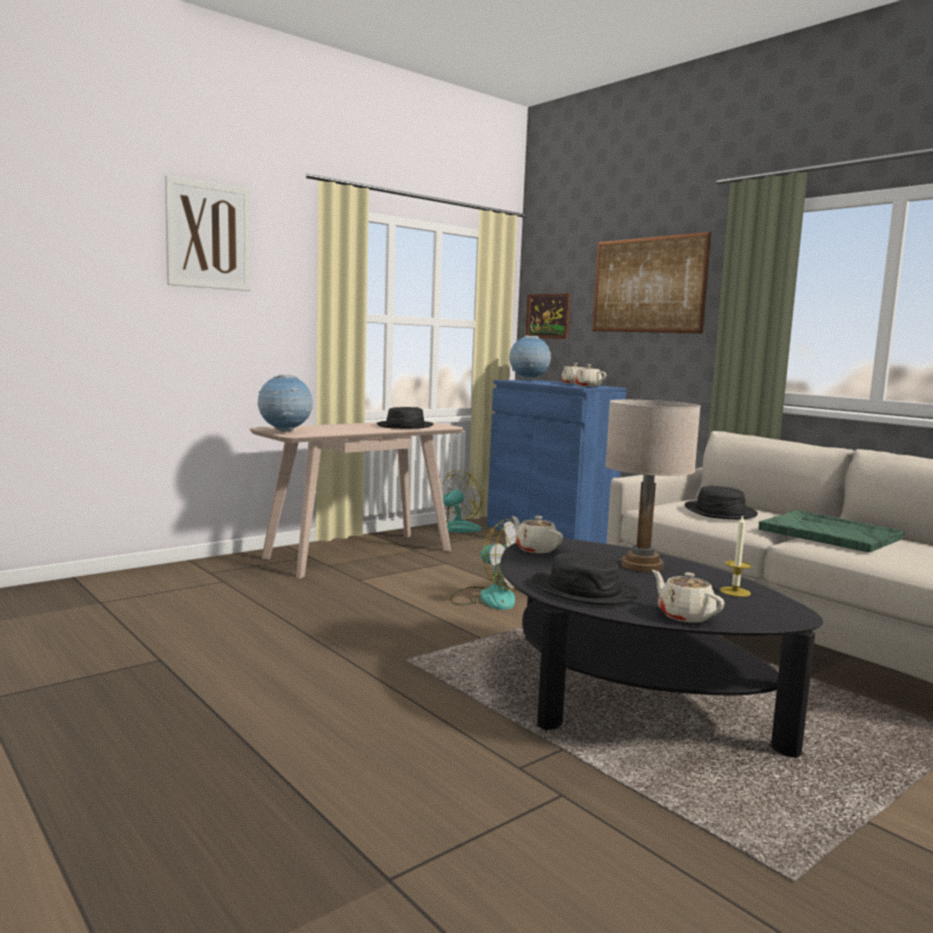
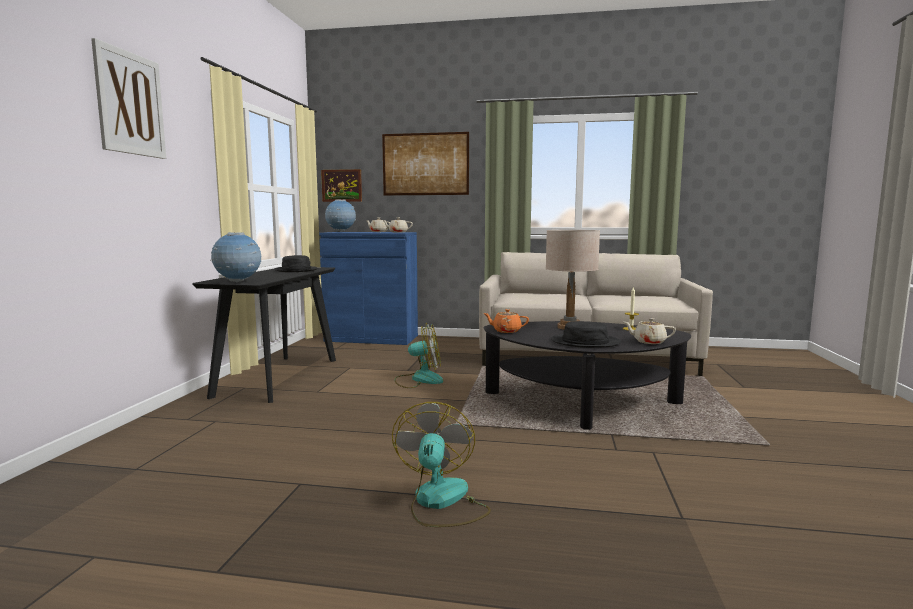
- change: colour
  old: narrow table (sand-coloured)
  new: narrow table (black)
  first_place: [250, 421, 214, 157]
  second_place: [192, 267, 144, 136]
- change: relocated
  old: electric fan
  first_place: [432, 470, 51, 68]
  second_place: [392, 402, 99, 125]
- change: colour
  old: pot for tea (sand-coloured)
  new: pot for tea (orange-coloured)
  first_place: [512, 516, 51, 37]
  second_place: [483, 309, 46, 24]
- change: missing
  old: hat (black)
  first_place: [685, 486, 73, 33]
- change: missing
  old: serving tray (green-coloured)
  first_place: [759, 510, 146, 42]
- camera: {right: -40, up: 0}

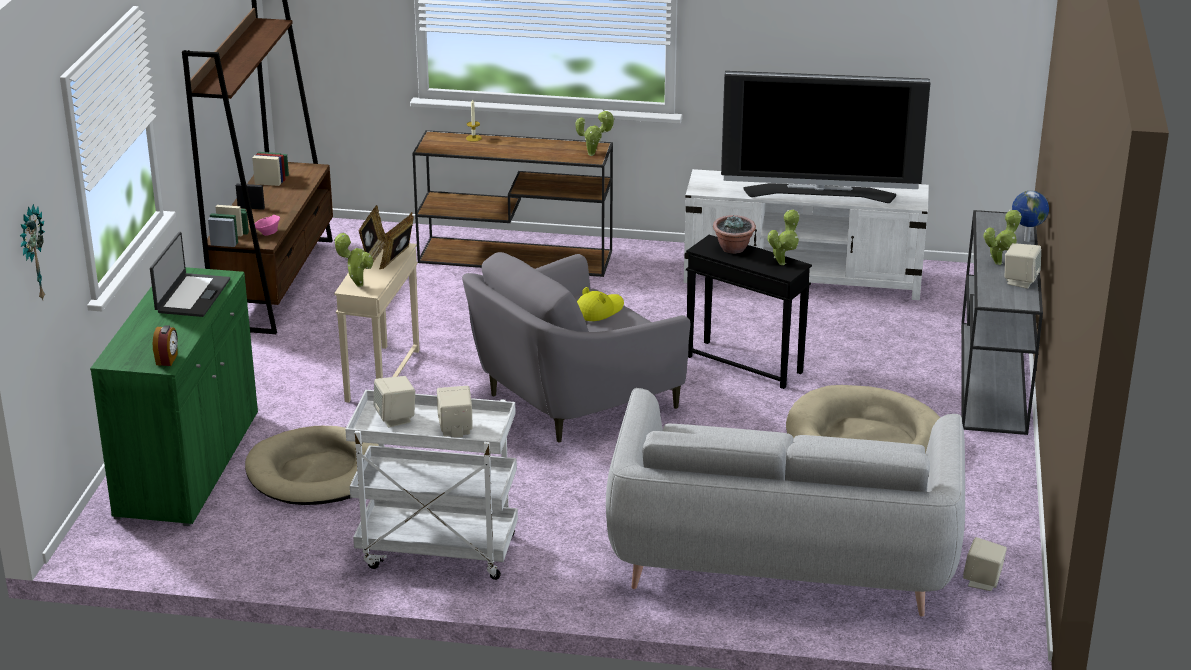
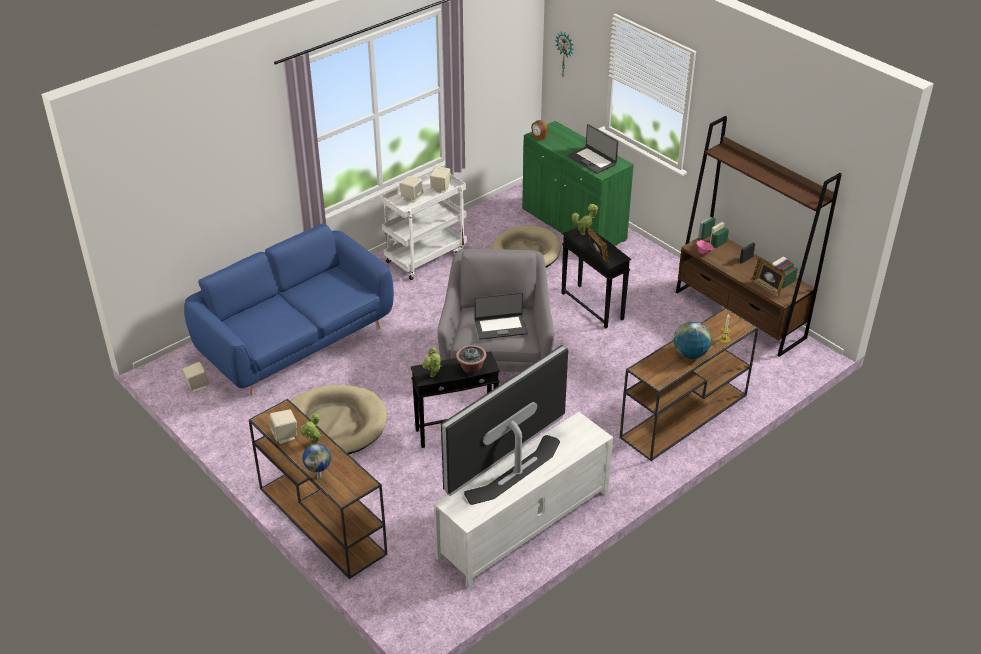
- change: colour
  old: settee (grey)
  new: settee (bluish)
  first_place: [606, 388, 359, 229]
  second_place: [184, 224, 210, 172]
- change: colour
  old: narrow table (grey)
  new: narrow table (brown-coloured)
  first_place: [961, 210, 82, 225]
  second_place: [249, 399, 138, 180]
- change: exchanged
  old: hat (yellow)
  new: notebook computer
  first_place: [577, 287, 47, 34]
  second_place: [474, 292, 54, 48]
- change: colour
  old: end table (sand-coloured)
  new: end table (black)
  first_place: [334, 243, 85, 160]
  second_place: [562, 227, 69, 101]
- change: appeared
  new: globe
  second_place: [673, 321, 38, 38]
- change: relocated
  old: picture frame
  first_place: [359, 205, 26, 58]
  second_place: [752, 258, 33, 40]
- change: missing
  old: houseplant
  first_place: [576, 109, 39, 47]
- camera: {right: 130, up: 10}

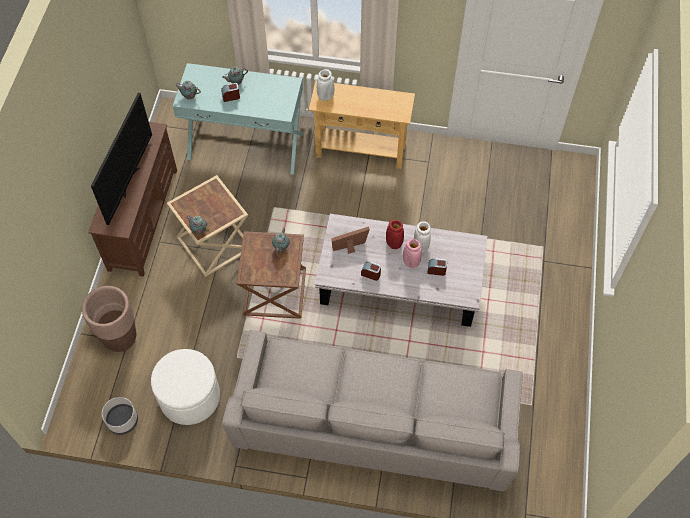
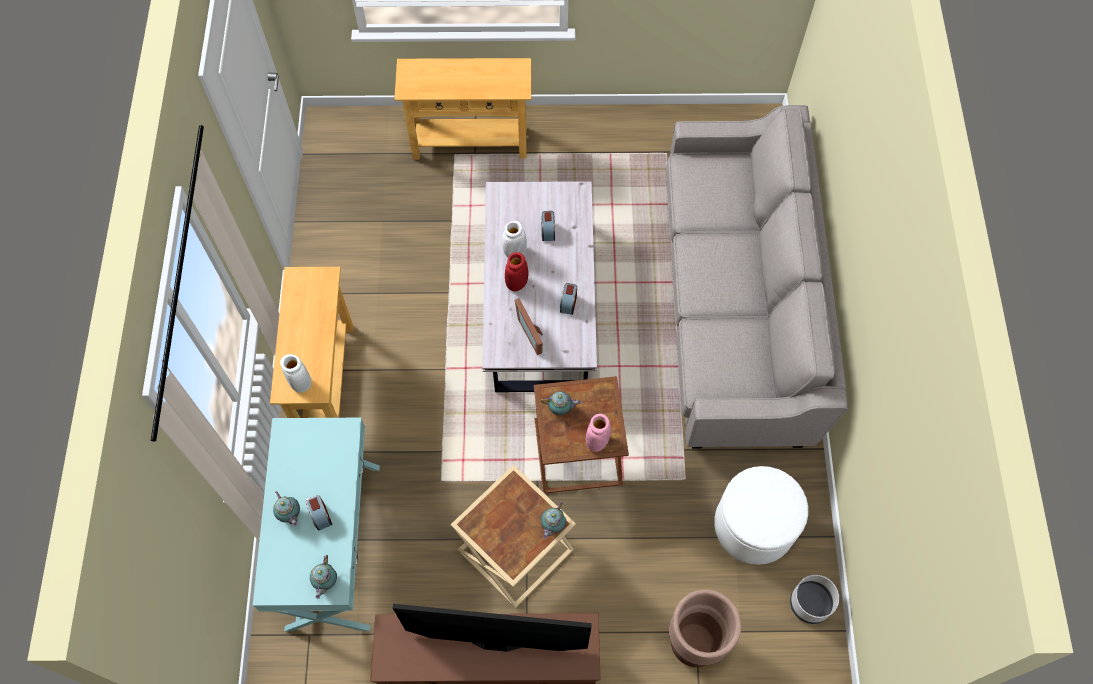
- change: appeared
  new: narrow table (sand-coloured)
  second_place: [394, 58, 137, 102]
- change: relocated
  old: decorative vase (pink)
  first_place: [403, 239, 19, 29]
  second_place: [586, 414, 25, 38]
- camera: {right: -100, up: 5}

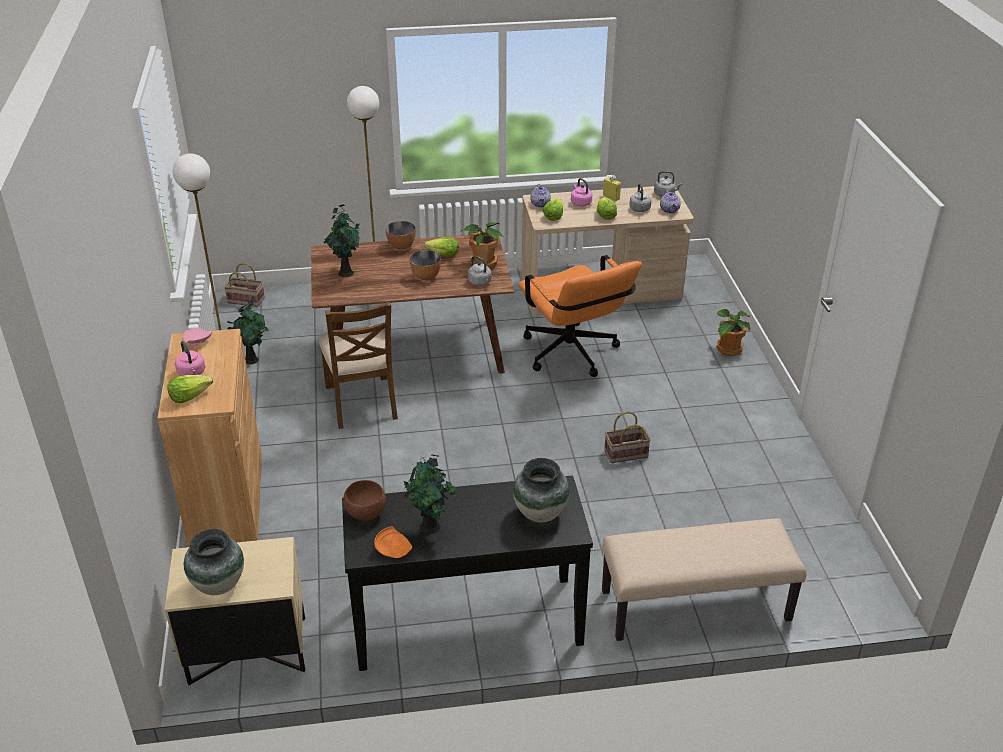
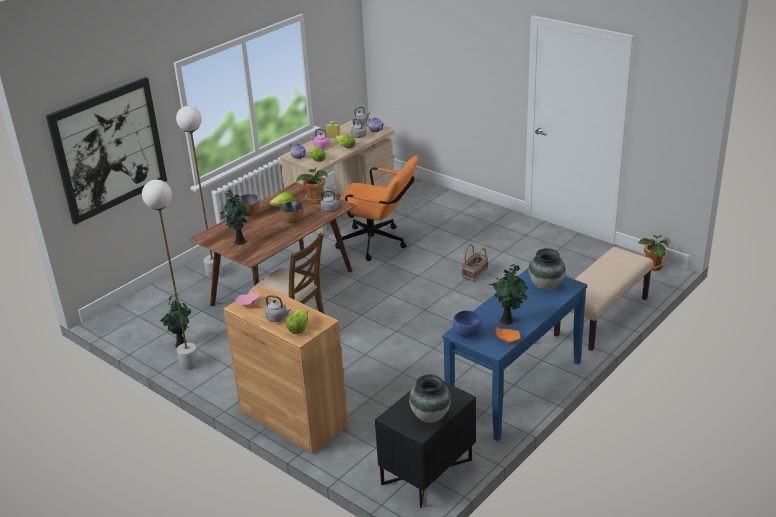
- change: appeared
  new: wall picture
  second_place: [46, 77, 121, 148]
- change: colour
  old: tea kettle (pink)
  new: tea kettle (grey)
  first_place: [175, 341, 30, 35]
  second_place: [265, 295, 26, 27]
- change: colour
  old: bedside table (sand-coloured)
  new: bedside table (black)
  first_place: [165, 537, 140, 148]
  second_place: [375, 381, 101, 127]
- change: colour
  old: narrow table (black)
  new: narrow table (bluish)
  first_place: [342, 475, 251, 196]
  second_place: [442, 268, 145, 173]
- change: colour
  old: deep dish (brown-coloured)
  new: deep dish (bluish)
  first_place: [343, 480, 43, 41]
  second_place: [453, 310, 29, 27]
- change: relocated
  old: houseplant
  first_place: [716, 309, 34, 48]
  second_place: [638, 235, 30, 36]
- change: missing
  old: household basket
  first_place: [224, 263, 41, 44]
- camera: {right: -40, up: -5}

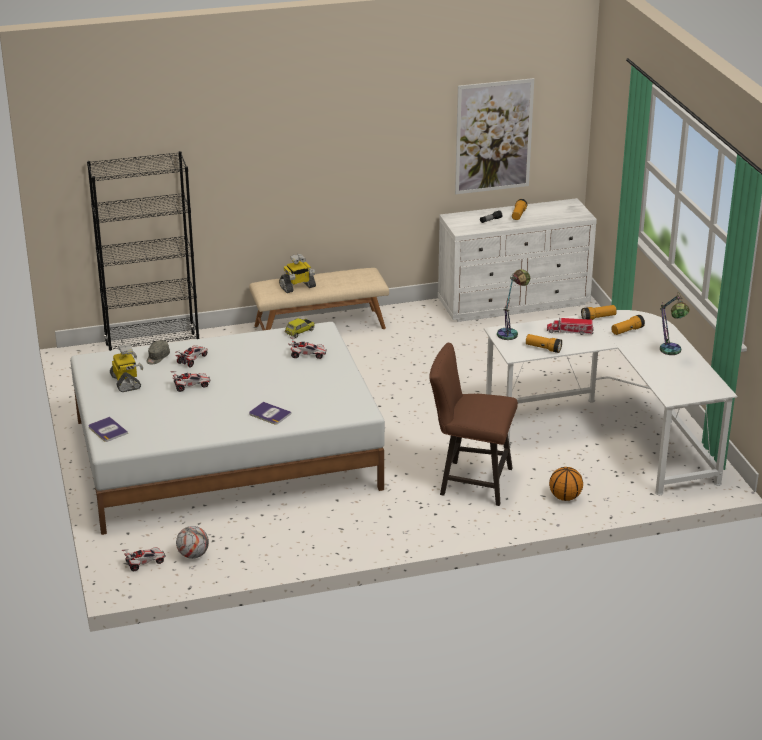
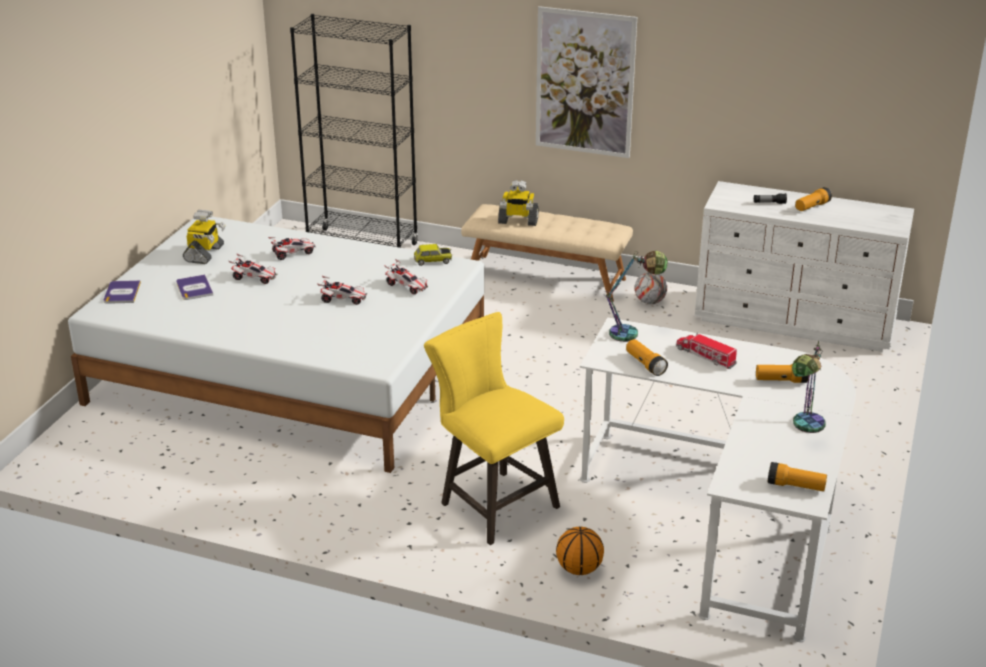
- change: relocated
  old: book
  first_place: [249, 402, 43, 23]
  second_place: [176, 274, 37, 26]
- change: relocated
  old: model car
  first_place: [122, 547, 44, 25]
  second_place: [318, 276, 49, 29]
- change: colour
  old: sitting stool (brown-coloured)
  new: sitting stool (yellow)
  first_place: [429, 343, 89, 163]
  second_place: [424, 312, 140, 233]
- change: relocated
  old: wall picture
  first_place: [455, 78, 79, 116]
  second_place: [536, 6, 101, 152]
- change: relocated
  old: football ball
  first_place: [176, 526, 33, 33]
  second_place: [635, 272, 32, 32]
- change: relocated
  old: flashlight
  first_place: [581, 305, 36, 15]
  second_place: [768, 462, 59, 29]
- change: missing
  old: cap (grey)
  first_place: [146, 340, 24, 24]
- camera: {right: 35, up: 0}

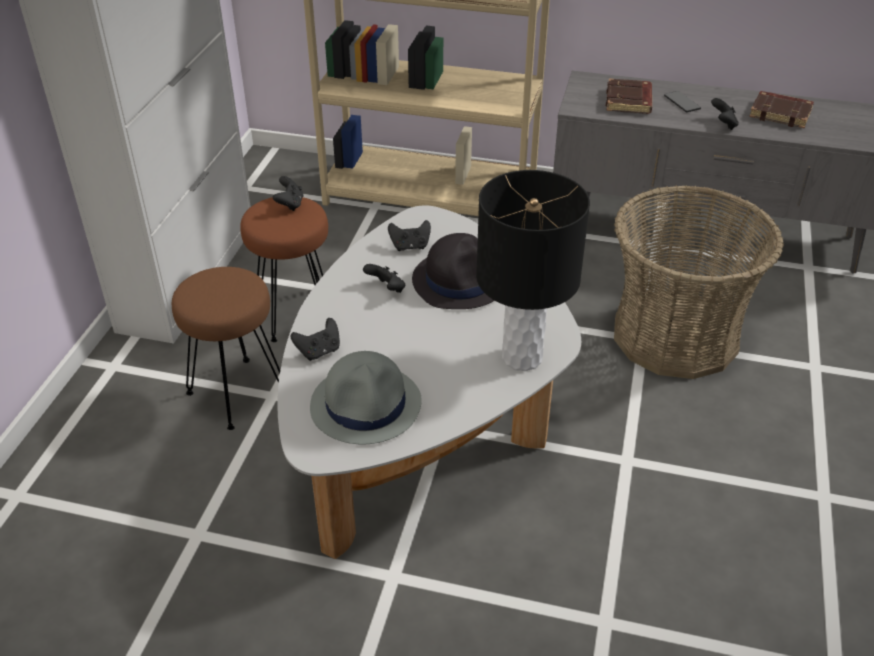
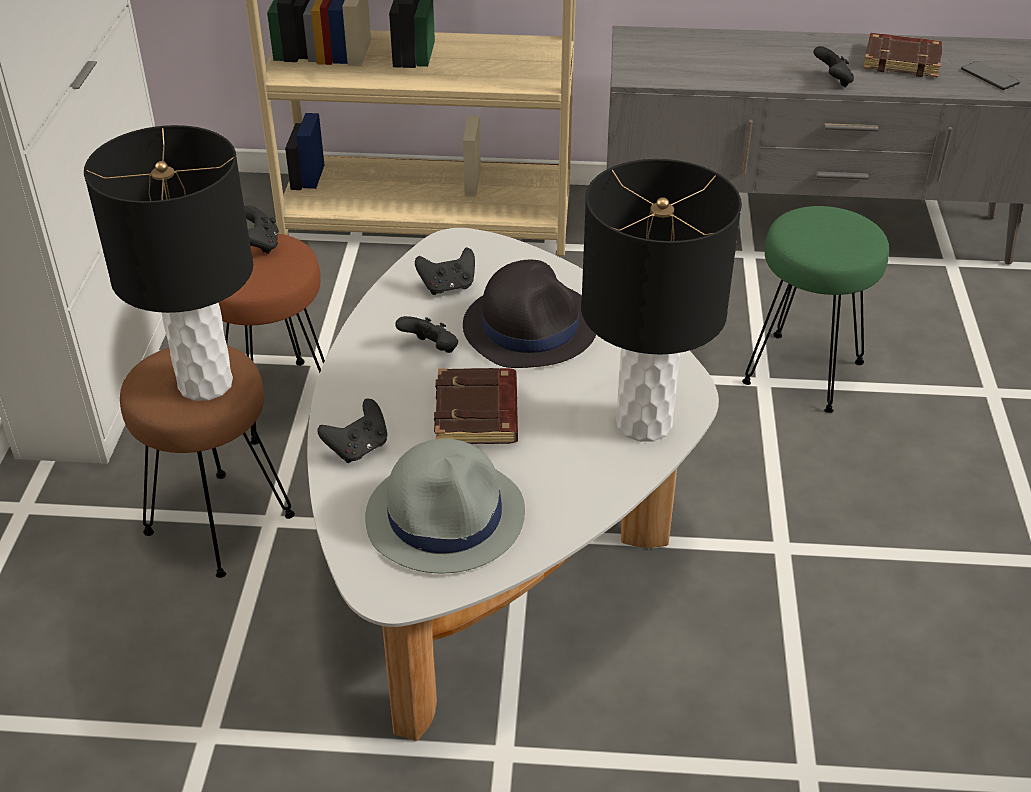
- change: appeared
  new: tabletop lamp (black)
  second_place: [84, 125, 169, 276]
- change: relocated
  old: book (brown-coloured)
  first_place: [606, 78, 46, 36]
  second_place: [434, 368, 84, 76]
- change: exchanged
  old: household basket
  new: sitting stool (green-coloured)
  first_place: [614, 185, 170, 194]
  second_place: [742, 206, 147, 207]
- change: relocated
  old: handset
  first_place: [664, 91, 37, 21]
  second_place: [961, 61, 59, 29]
- camera: {right: -10, up: 0}

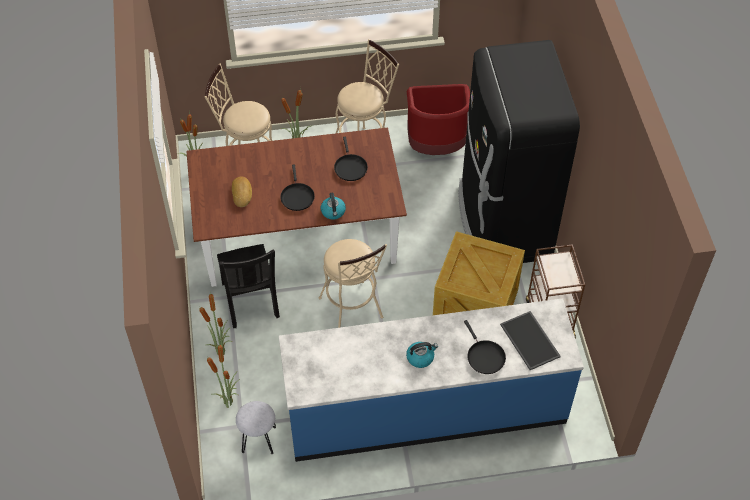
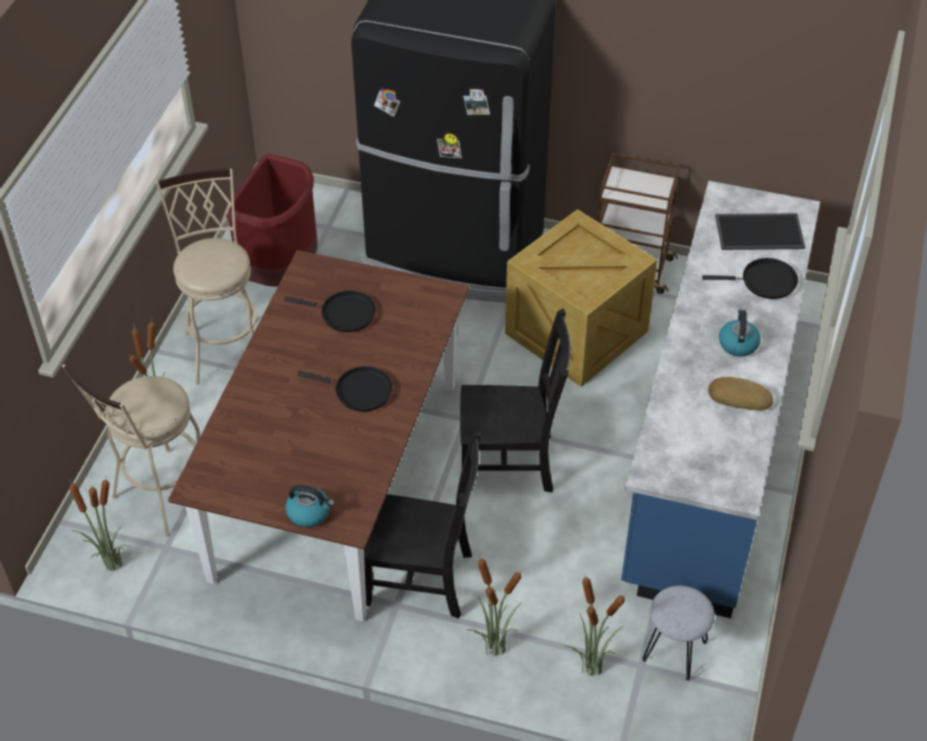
- change: relocated
  old: tea kettle
  first_place: [321, 193, 25, 27]
  second_place: [286, 485, 49, 42]
- change: exchanged
  old: sitting stool (sand-coloured)
  new: plain chair (black)
  first_place: [319, 239, 68, 89]
  second_place: [460, 309, 110, 184]
- change: relocated
  old: baked bread
  first_place: [232, 177, 20, 30]
  second_place: [708, 377, 65, 34]
- camera: {right: -65, up: -5}

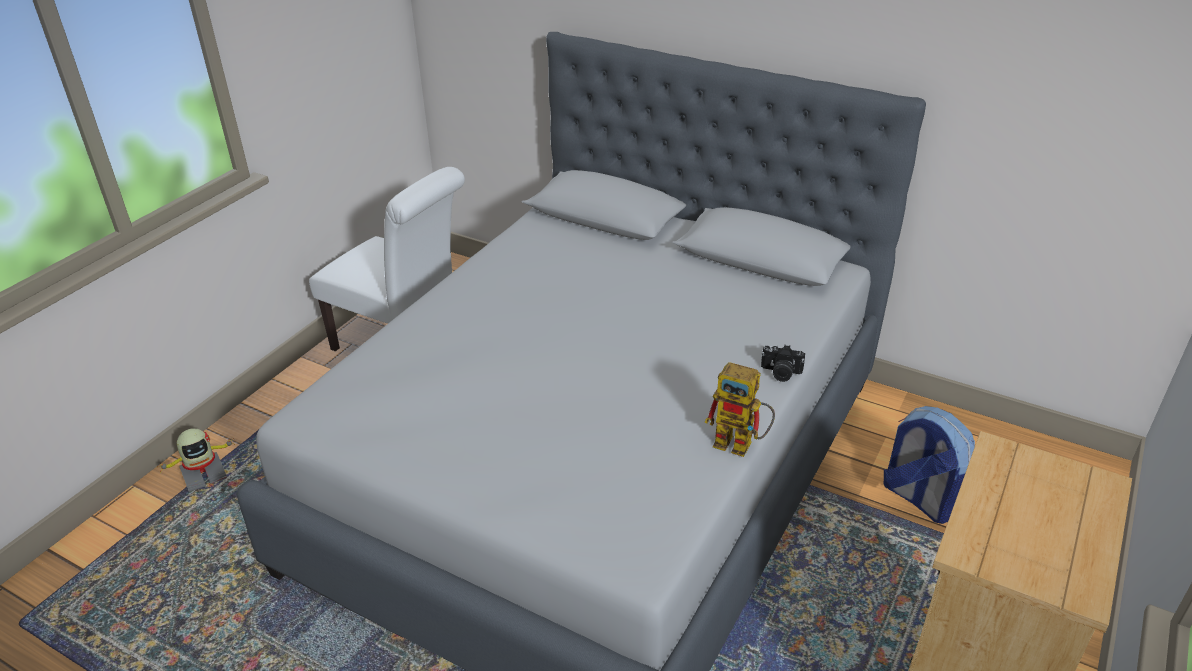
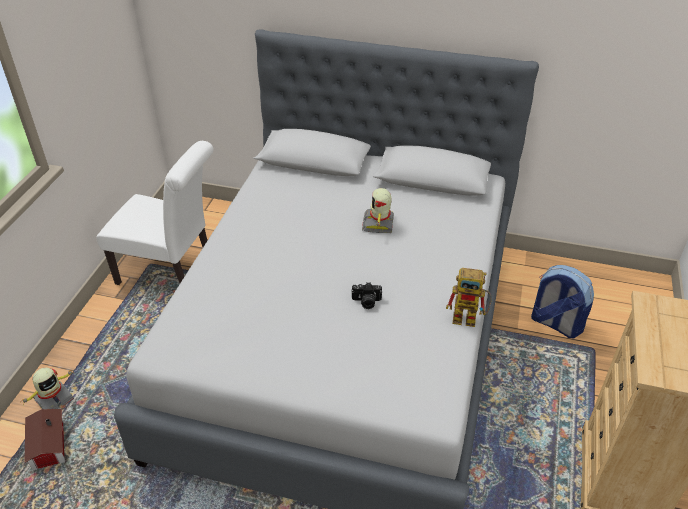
- change: appeared
  new: toy house
  second_place: [25, 409, 40, 61]
- change: relocated
  old: still camera
  first_place: [761, 345, 44, 37]
  second_place: [351, 282, 31, 27]
- change: appeared
  new: toy robot
  second_place: [362, 188, 32, 45]
- camera: {right: -15, up: 5}

